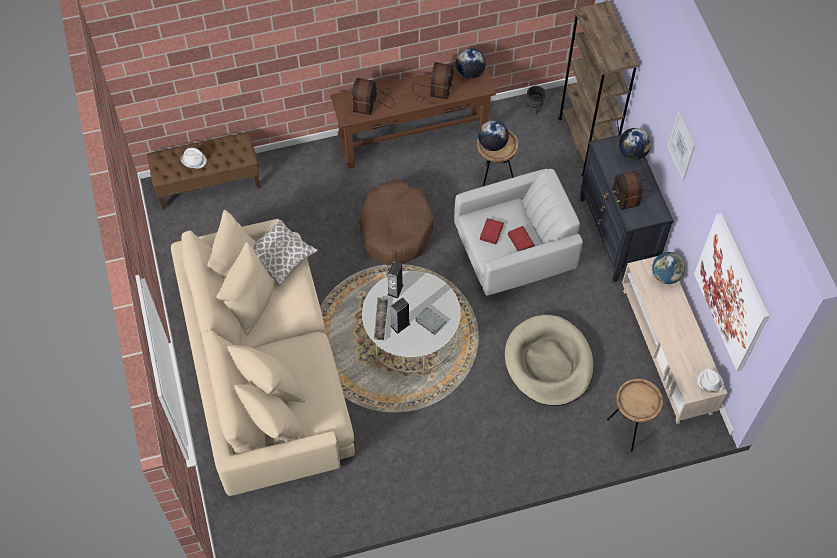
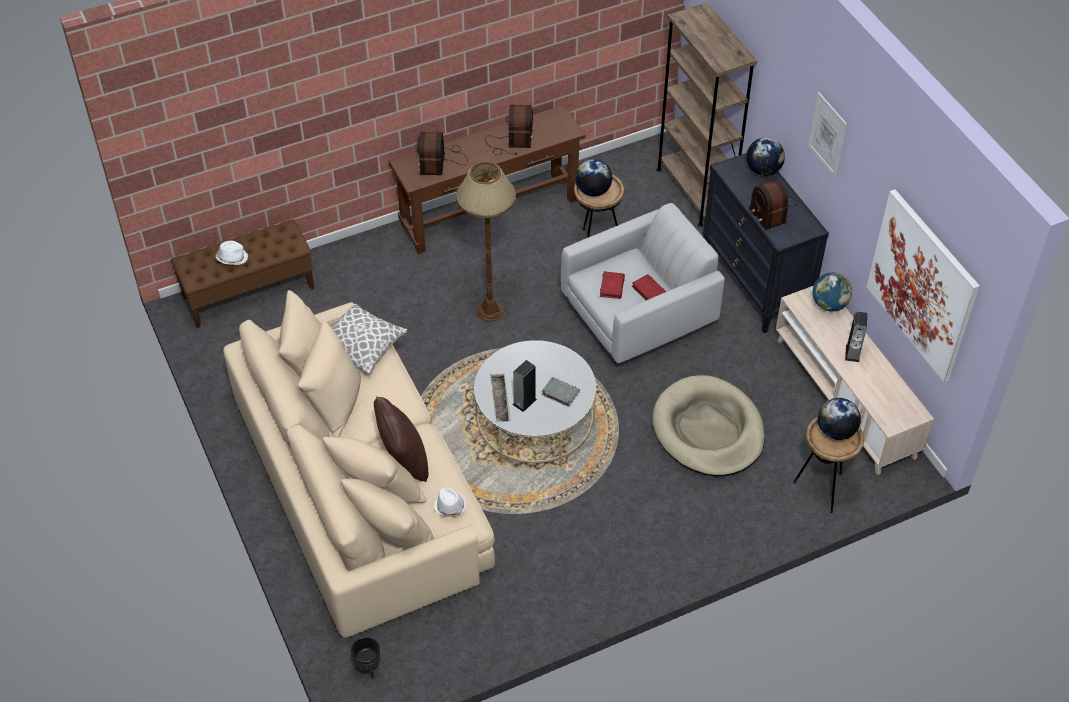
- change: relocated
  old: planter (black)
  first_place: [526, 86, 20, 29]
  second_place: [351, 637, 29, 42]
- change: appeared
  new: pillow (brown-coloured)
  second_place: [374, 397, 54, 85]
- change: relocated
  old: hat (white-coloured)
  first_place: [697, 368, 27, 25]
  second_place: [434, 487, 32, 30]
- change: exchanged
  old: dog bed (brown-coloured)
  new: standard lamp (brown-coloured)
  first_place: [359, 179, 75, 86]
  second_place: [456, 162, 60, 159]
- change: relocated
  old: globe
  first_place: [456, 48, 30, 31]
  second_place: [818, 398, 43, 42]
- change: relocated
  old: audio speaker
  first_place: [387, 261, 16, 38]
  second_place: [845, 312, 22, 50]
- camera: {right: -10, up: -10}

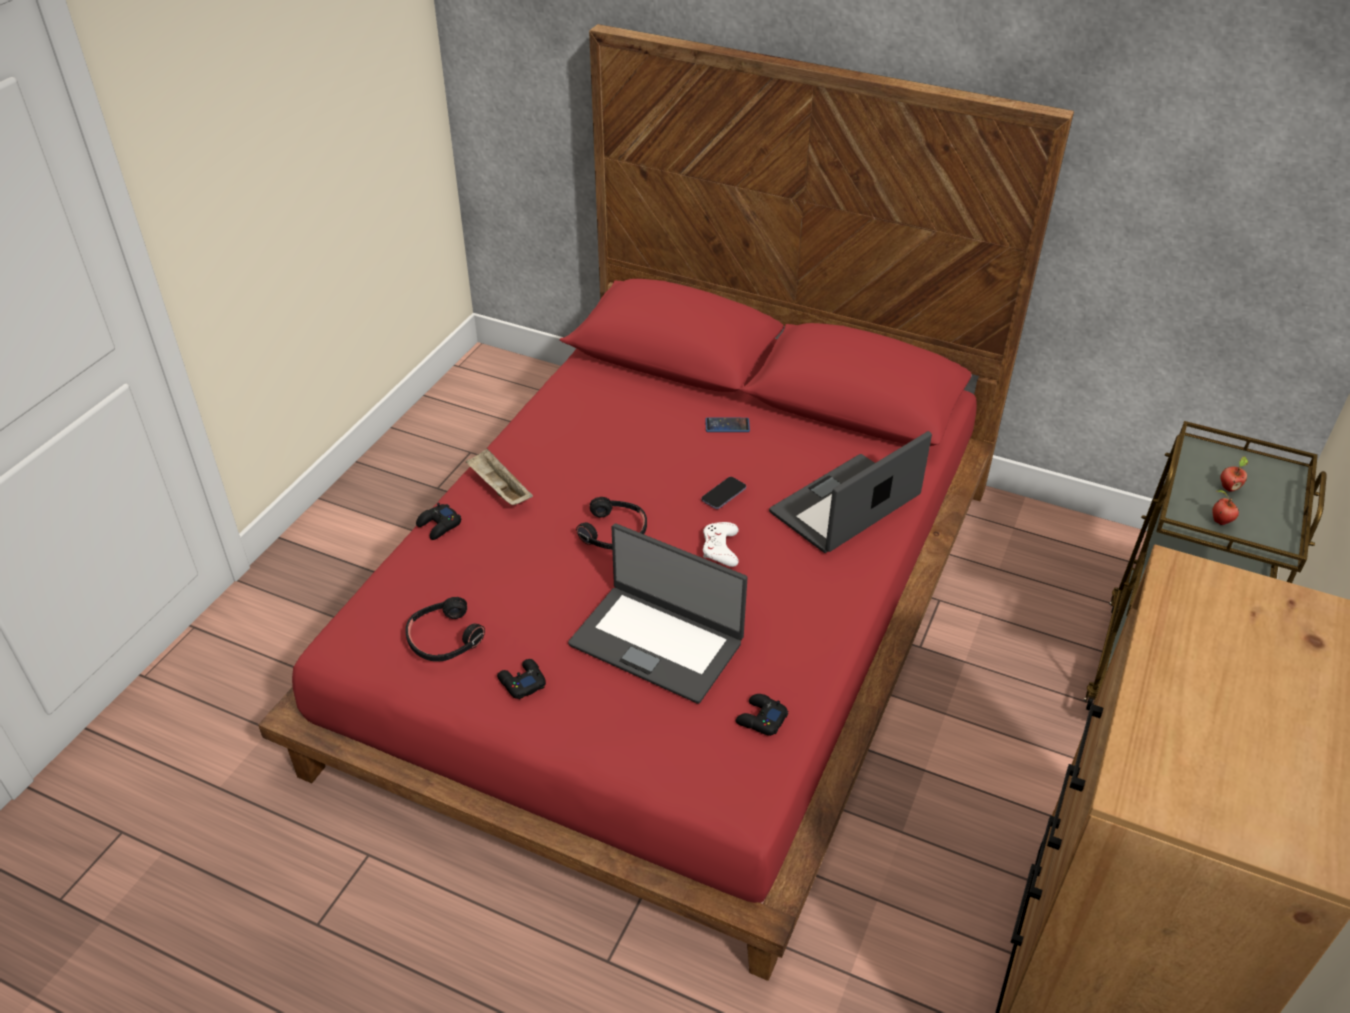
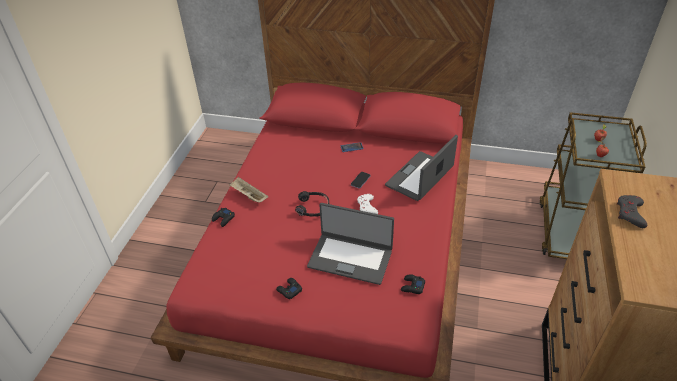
- change: appeared
  new: game controller (grey)
  second_place: [617, 195, 30, 33]
- change: missing
  old: headset (black)
  first_place: [405, 597, 80, 64]
- camera: {right: -10, up: 0}

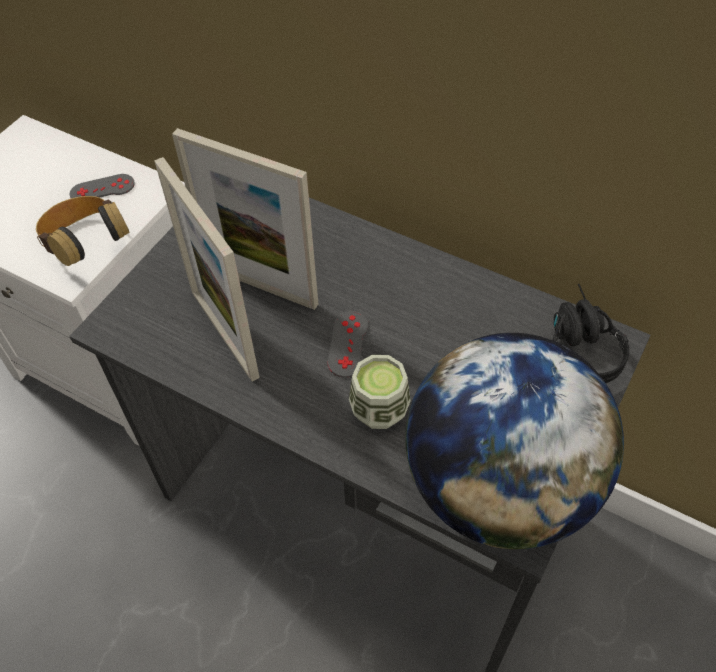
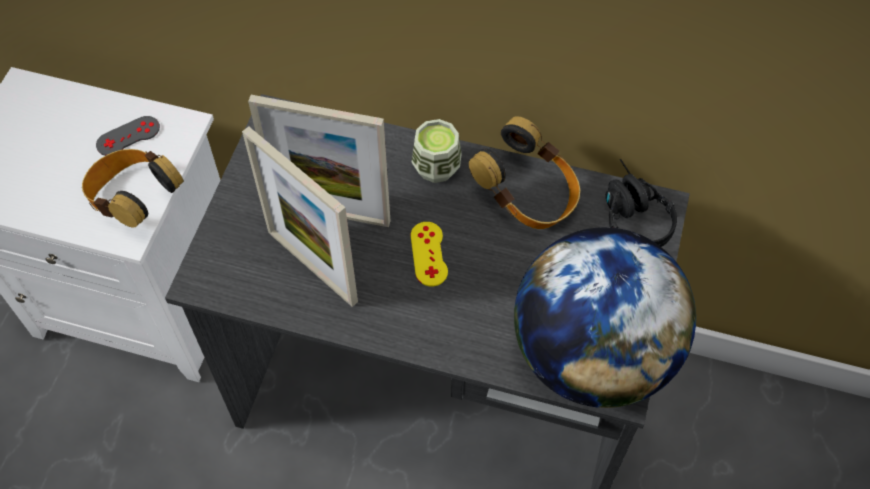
- change: relocated
  old: small cup
  first_place: [349, 355, 62, 74]
  second_place: [411, 119, 51, 64]
- change: colour
  old: game controller (grey)
  new: game controller (yellow)
  first_place: [328, 311, 41, 67]
  second_place: [411, 222, 37, 64]
- change: appeared
  new: headset
  second_place: [469, 116, 111, 113]
- camera: {right: -15, up: 5}

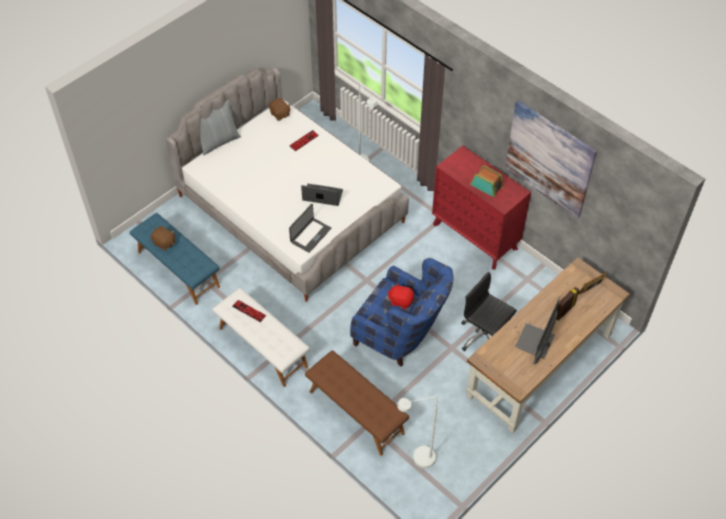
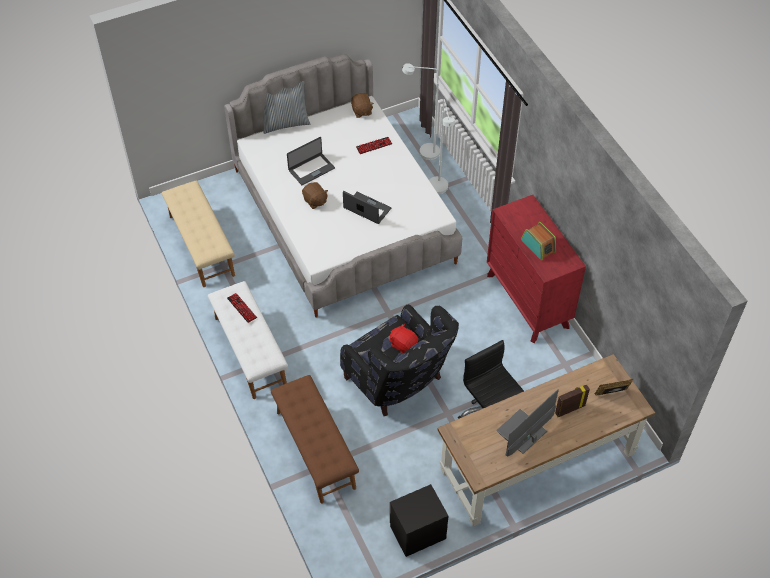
- change: colour
  old: bench (bluish)
  new: bench (sand-coloured)
  first_place: [130, 213, 90, 92]
  second_place: [162, 181, 73, 106]
- change: relocated
  old: notebook computer
  first_place: [289, 204, 42, 49]
  second_place: [287, 137, 48, 48]
- change: relocated
  old: cuddly toy (brown-coloured)
  first_place: [151, 226, 24, 25]
  second_place: [302, 182, 26, 27]
- change: colour
  old: lounge chair (bluish)
  new: lounge chair (black)
  first_place: [350, 258, 103, 109]
  second_place: [340, 304, 119, 112]
- change: appeared
  new: bedside table (black)
  second_place: [390, 484, 58, 73]
- change: relocated
  old: standard lamp (white-coloured)
  first_place: [397, 396, 41, 72]
  second_place: [402, 63, 38, 97]
- change: missing
  old: wall picture
  first_place: [505, 101, 92, 117]
- camera: {right: 20, up: 0}

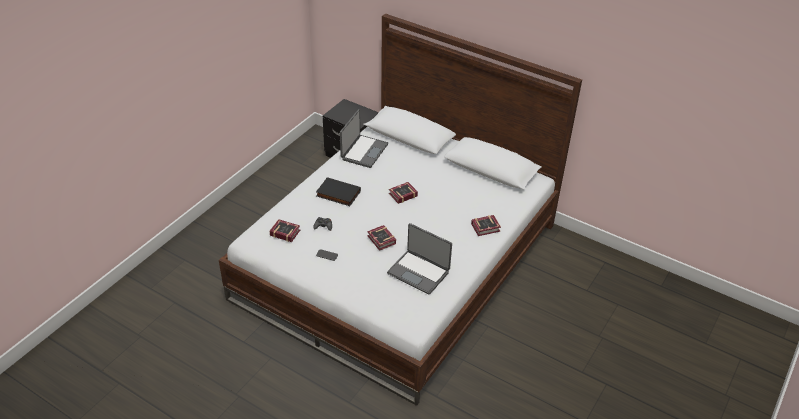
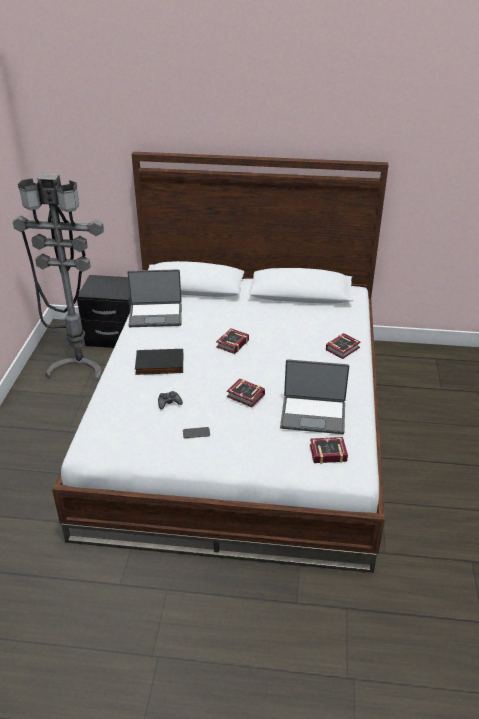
- change: appeared
  new: standard lamp (grey)
  second_place: [13, 174, 91, 208]
- change: spun
  old: notebook computer
  first_place: [340, 109, 48, 59]
  second_place: [127, 269, 55, 58]
  degrees: 90
- change: relocated
  old: book
  first_place: [269, 219, 31, 23]
  second_place: [310, 437, 38, 27]
- camera: {right: -25, up: -5}

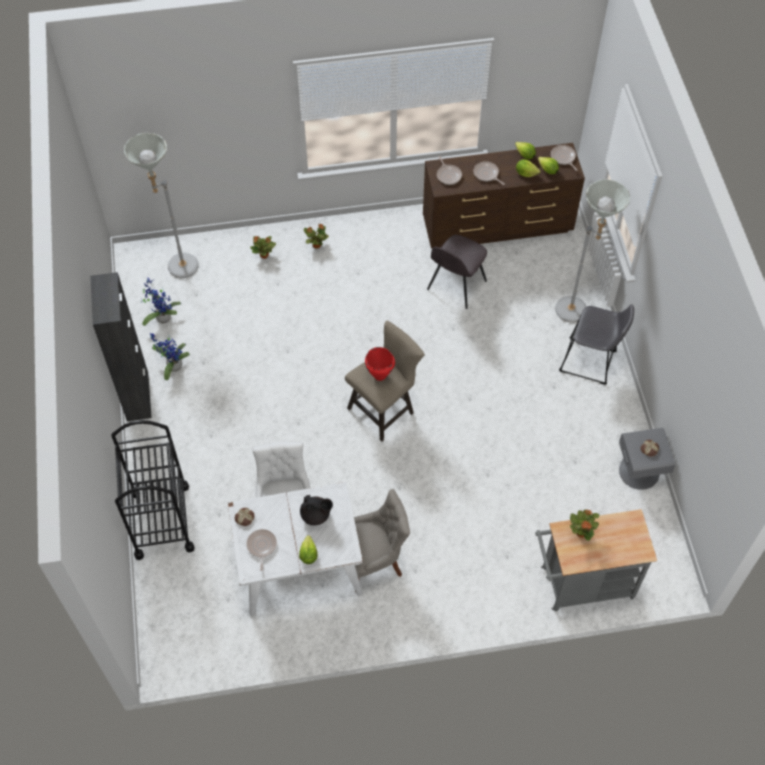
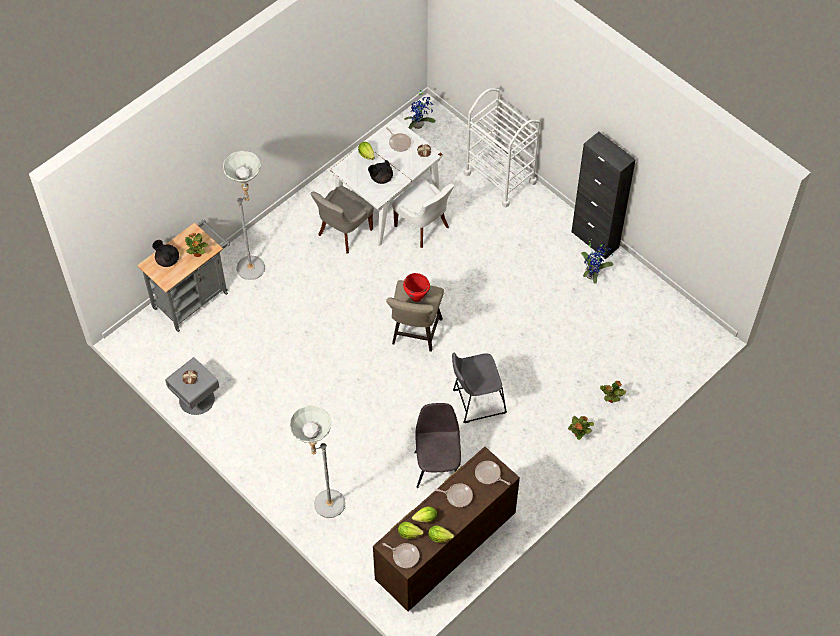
- change: appeared
  new: pot for tea (black)
  second_place: [152, 240, 27, 27]
- change: relocated
  old: standard lamp (grey)
  first_place: [124, 133, 75, 145]
  second_place: [223, 151, 42, 129]
- change: relocated
  old: houseplant
  first_place: [141, 278, 40, 48]
  second_place: [404, 90, 32, 39]
- change: relocated
  old: sitting stool (grey)
  first_place: [559, 304, 75, 81]
  second_place: [452, 353, 55, 70]
- change: colour
  old: trolley (black)
  new: trolley (white-coloured)
  first_place: [111, 420, 84, 140]
  second_place: [464, 88, 76, 119]
- camera: {right: 145, up: 0}

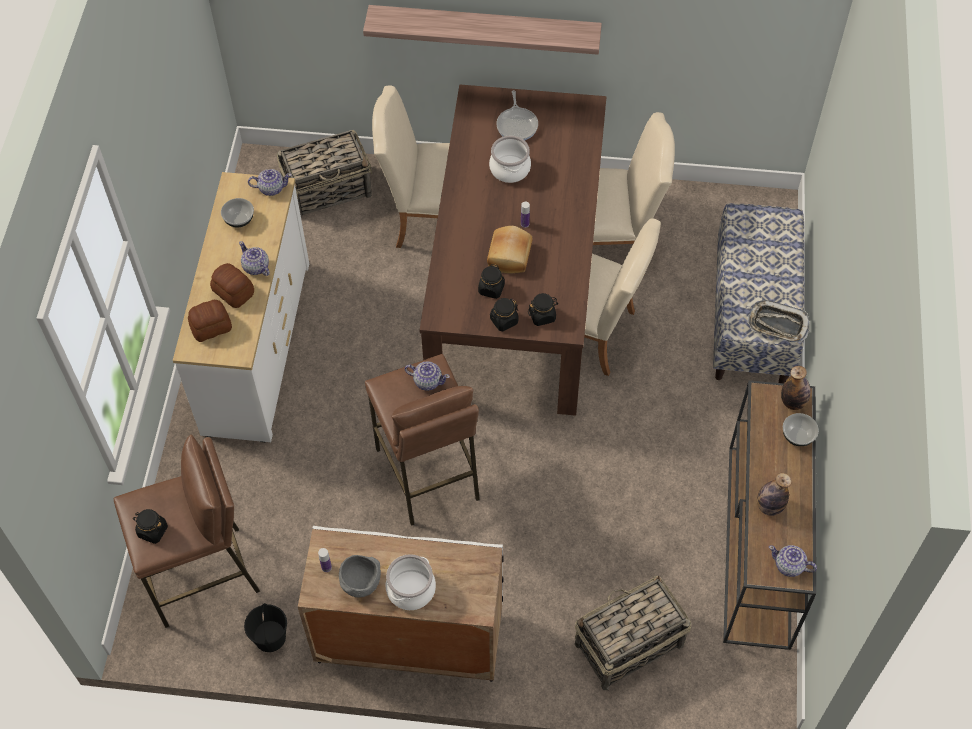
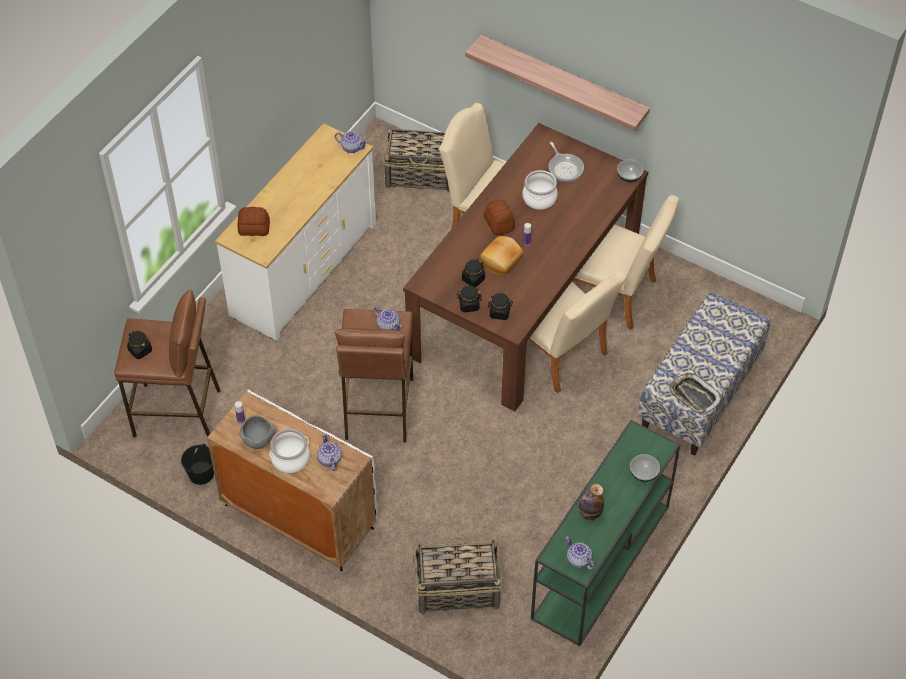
- change: relocated
  old: pot for tea
  first_place: [239, 241, 31, 35]
  second_place: [317, 433, 25, 38]
- change: relocated
  old: baked bread
  first_place: [210, 263, 44, 45]
  second_place: [484, 200, 31, 36]
- change: colour
  old: narrow table (brown-coloured)
  new: narrow table (green-coloured)
  first_place: [723, 380, 93, 270]
  second_place: [531, 420, 149, 226]
- change: spun
  old: frying pan
  first_place: [496, 90, 42, 51]
  second_place: [549, 142, 35, 40]
  degrees: -45
- change: relocated
  old: deep dish
  first_place: [221, 198, 33, 30]
  second_place: [617, 159, 27, 23]
- change: missing
  old: beverage bottle
  first_place: [781, 366, 30, 44]
- camera: {right: 25, up: -5}

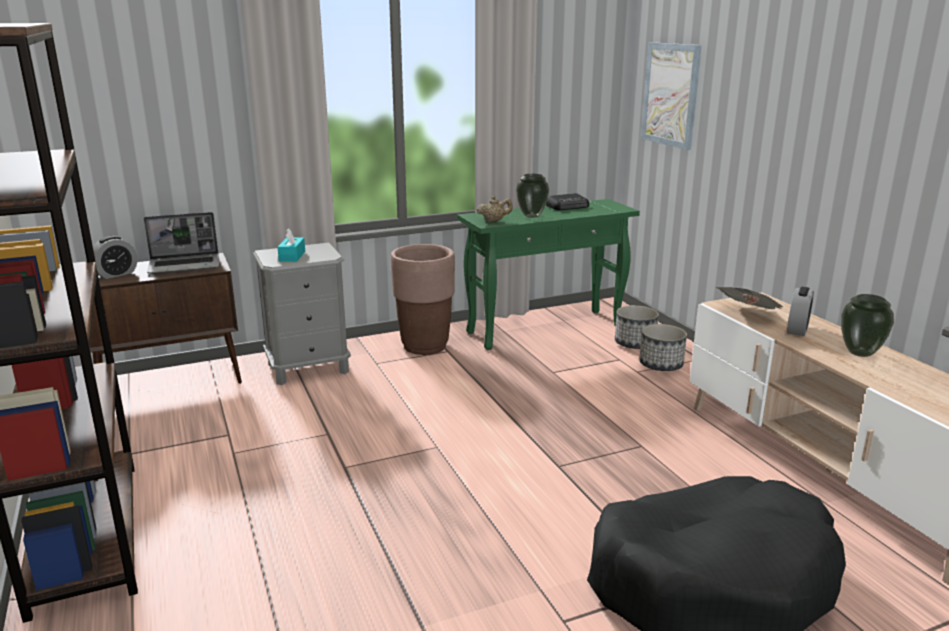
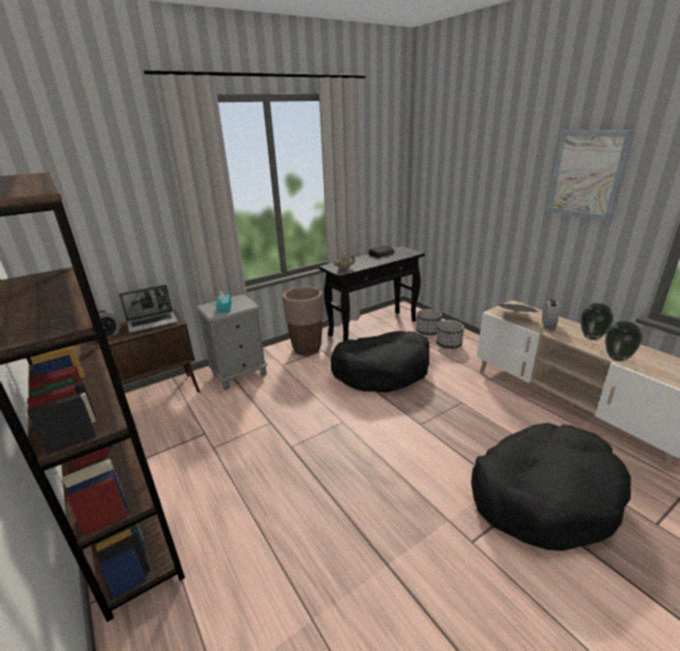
- change: colour
  old: narrow table (green-coloured)
  new: narrow table (black)
  first_place: [457, 199, 183, 151]
  second_place: [319, 246, 106, 95]
- change: appeared
  new: dog bed (black)
  second_place: [331, 331, 98, 62]
- change: relocated
  old: wall picture
  first_place: [641, 42, 61, 108]
  second_place: [546, 130, 88, 91]
- change: relocated
  old: decorative vase
  first_place: [516, 174, 33, 44]
  second_place: [605, 321, 37, 40]
- camera: {right: -10, up: 5}

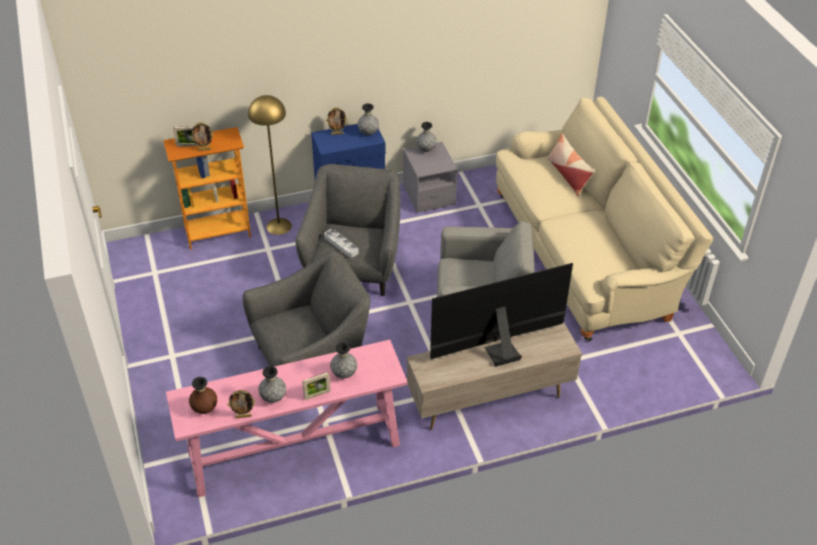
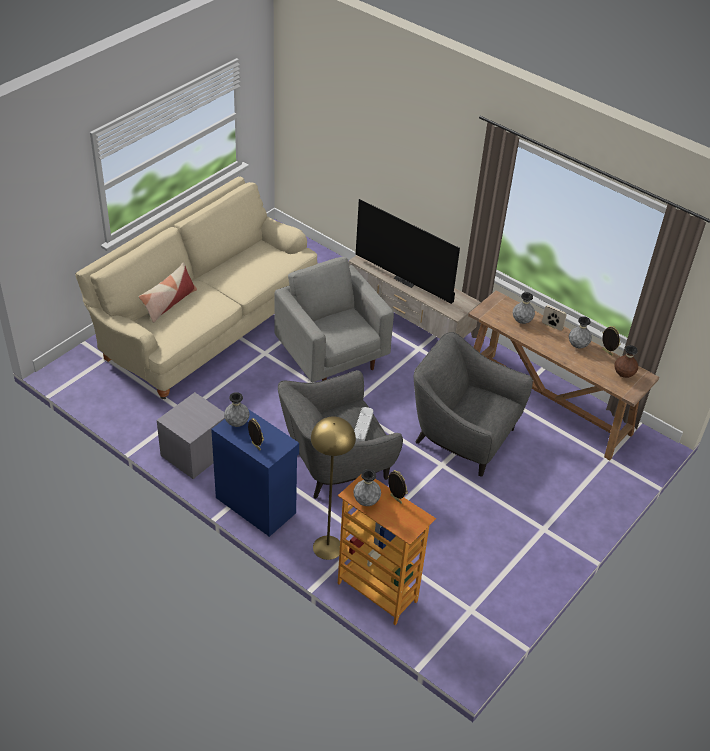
- change: relocated
  old: decorative vase (grey)
  first_place: [416, 122, 21, 30]
  second_place: [353, 469, 28, 37]
- change: colour
  old: narrow table (pink)
  new: narrow table (brown-coloured)
  first_place: [166, 340, 242, 157]
  second_place: [468, 290, 191, 170]
- change: missing
  old: picture frame
  first_place: [173, 126, 24, 21]
- camera: {right: -125, up: 0}

